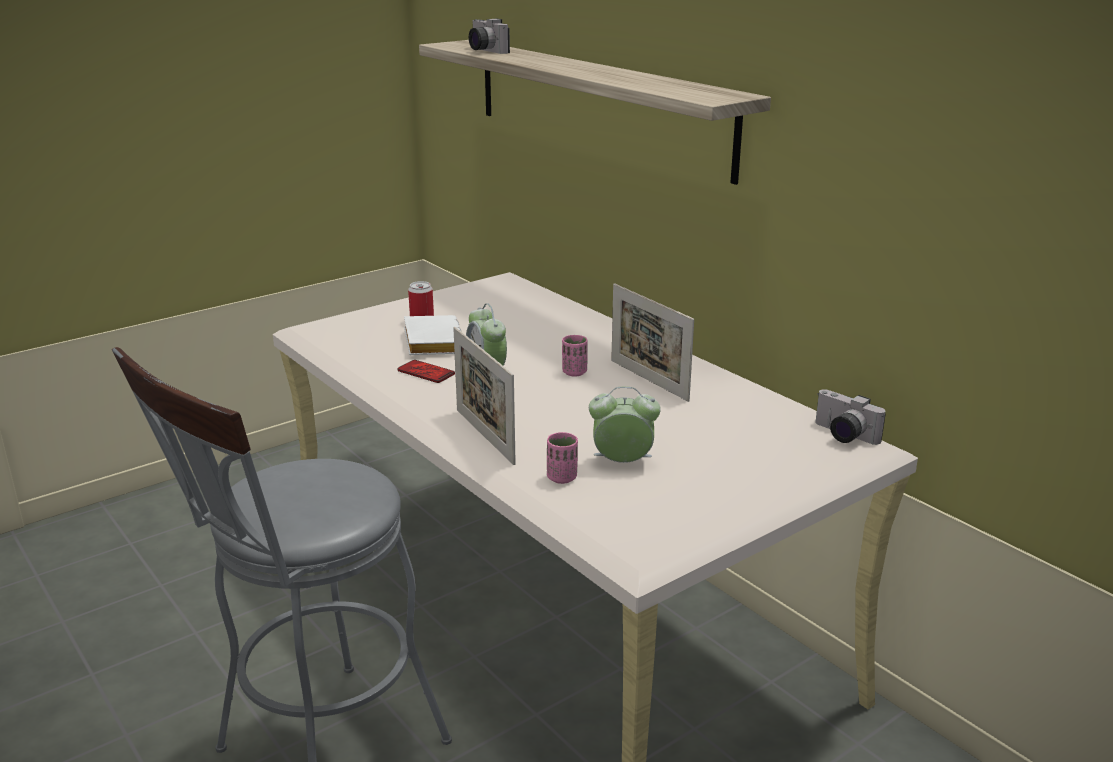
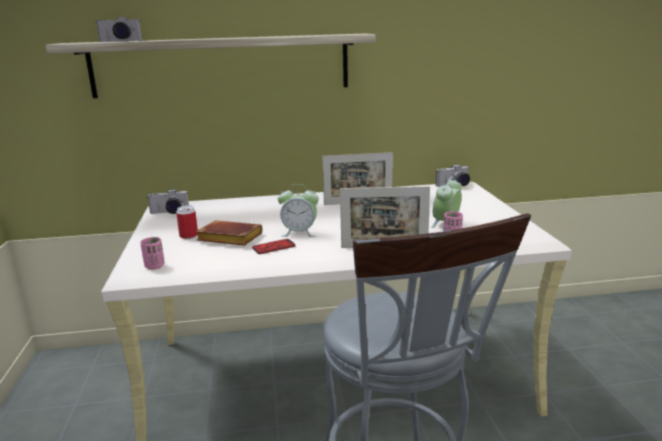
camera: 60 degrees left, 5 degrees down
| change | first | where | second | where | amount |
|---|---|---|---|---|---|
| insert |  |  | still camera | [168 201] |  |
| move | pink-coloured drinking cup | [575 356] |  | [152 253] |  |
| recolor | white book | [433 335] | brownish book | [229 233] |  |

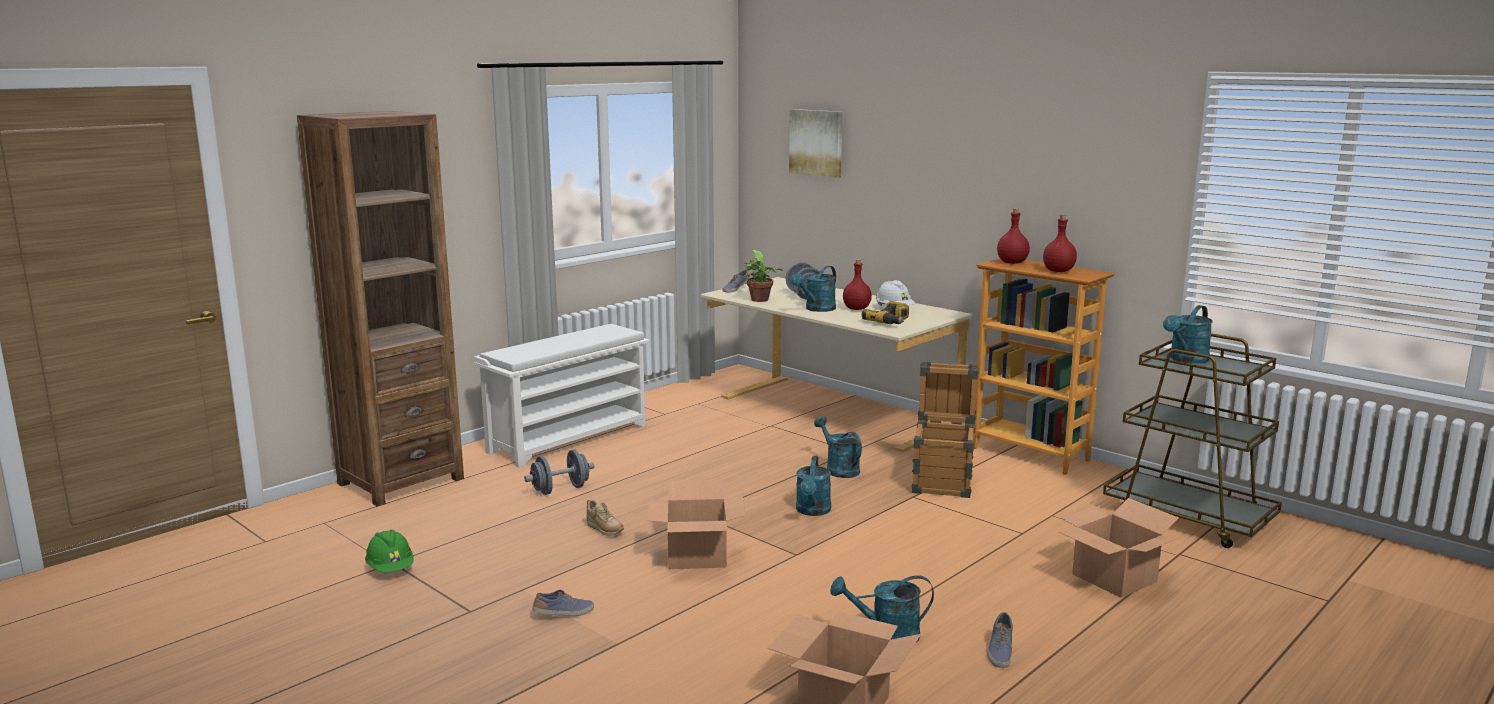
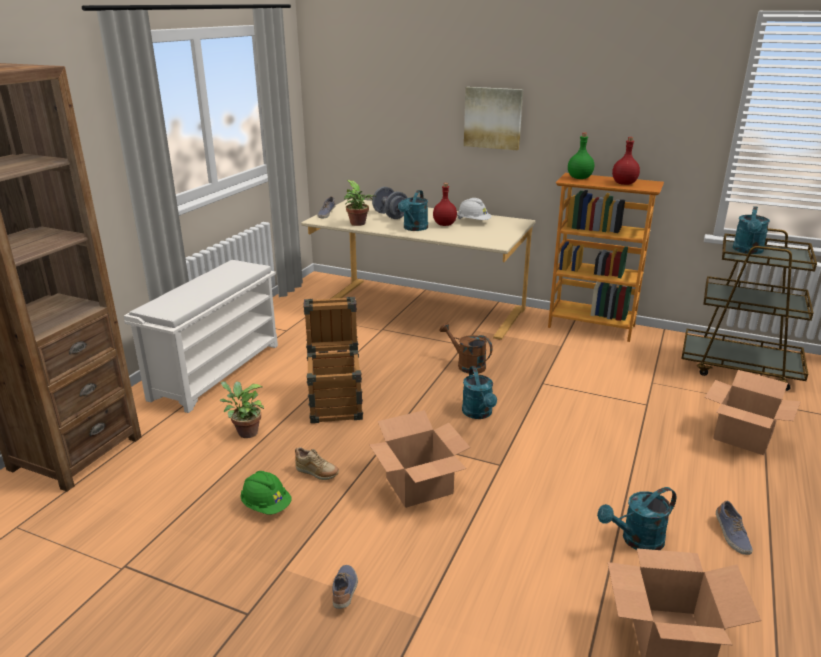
camera: 20 degrees left, 10 degrees up
| change | first | where | second | where | amount |
|---|---|---|---|---|---|
| delete | drill | [885 312] |  |  |  |
| move | green safety helmet | [389 550] |  | [266 492] |  |
| move | picture | [815 143] |  | [493 118] |  |
| move | packing crate | [945 430] |  | [333 360] |  |
| replace | greyish dumbbell | [559 472] | houseplant | [242 409] |  |
| recolor | turquoise-coloured watering can | [838 447] | brownish watering can | [466 348] |  |
| recolor | red bottle | [1013 236] | green bottle | [581 156] |  |
| rotate | low shoe | [563 603] |  | [345 587] | 45 degrees counterclockwise |

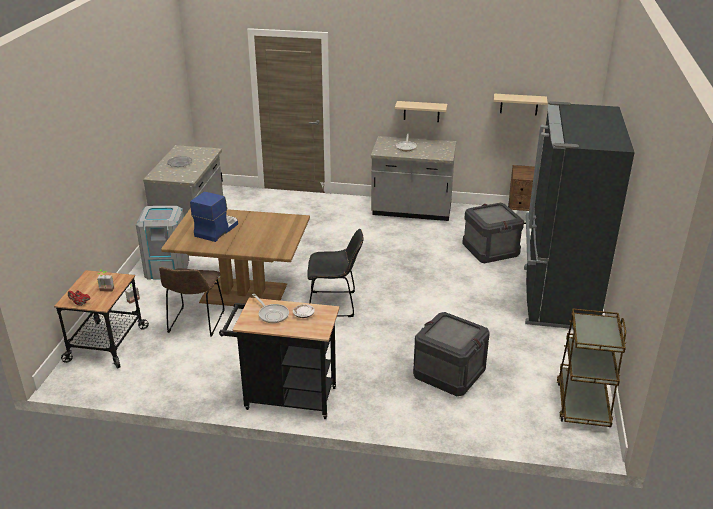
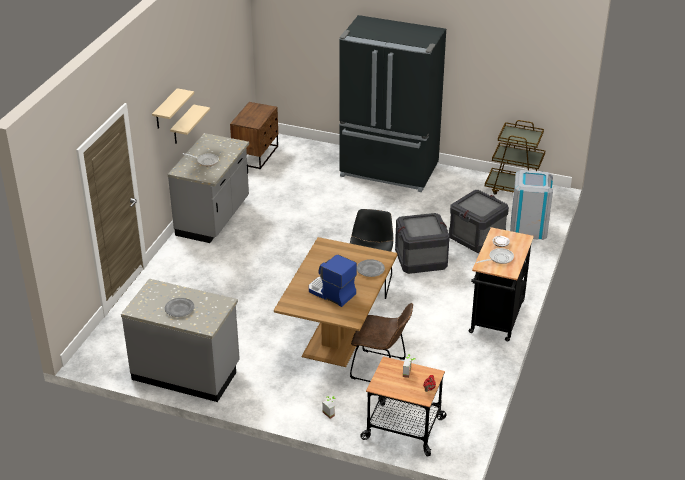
camera: 80 degrees left, 5 degrees up
| change | first | where | second | where | amount |
|---|---|---|---|---|---|
| insert |  |  | greyish flat dish | [371 268] |  |
| move | greyish trash can | [162 243] |  | [531 205] |  |
| move | packing crate | [493 233] |  | [422 243] |  |
| move | beige-coloured shelf | [521 104] |  | [173 108] |  |

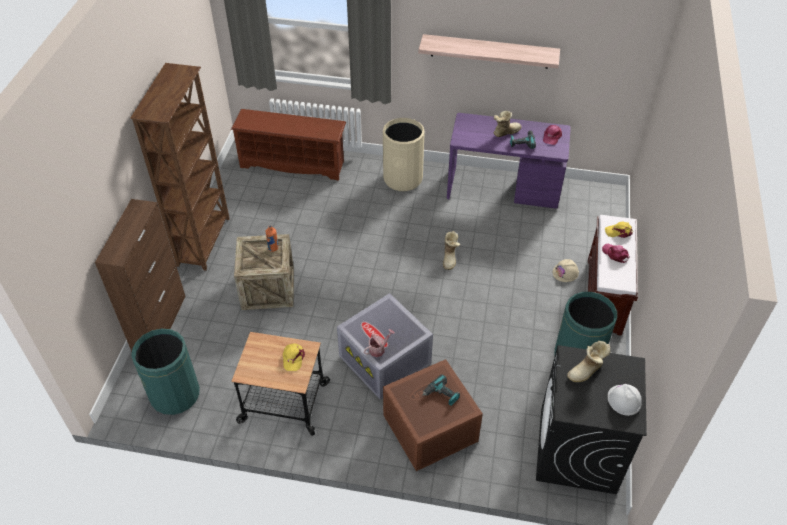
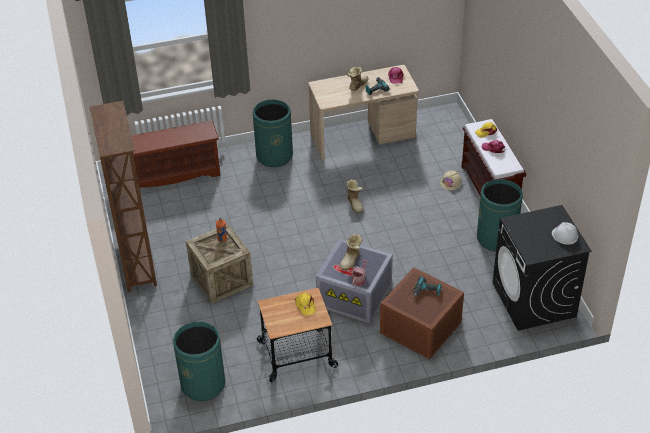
camera: 25 degrees left, 5 degrees down
| change | first | where | second | where | amount |
|---|---|---|---|---|---|
| delete | brownish cabinet | [140 275] |  |  |  |
| delete | shelf | [489 51] |  |  |  |
| move | high-top boot | [588 361] |  | [350 252] |  |
| recolor | beige-coloured trash can | [404 154] | green trash can | [273 133] |  |
| recolor | purplish desk | [509 161] | beige-coloured desk | [363 112] |  |

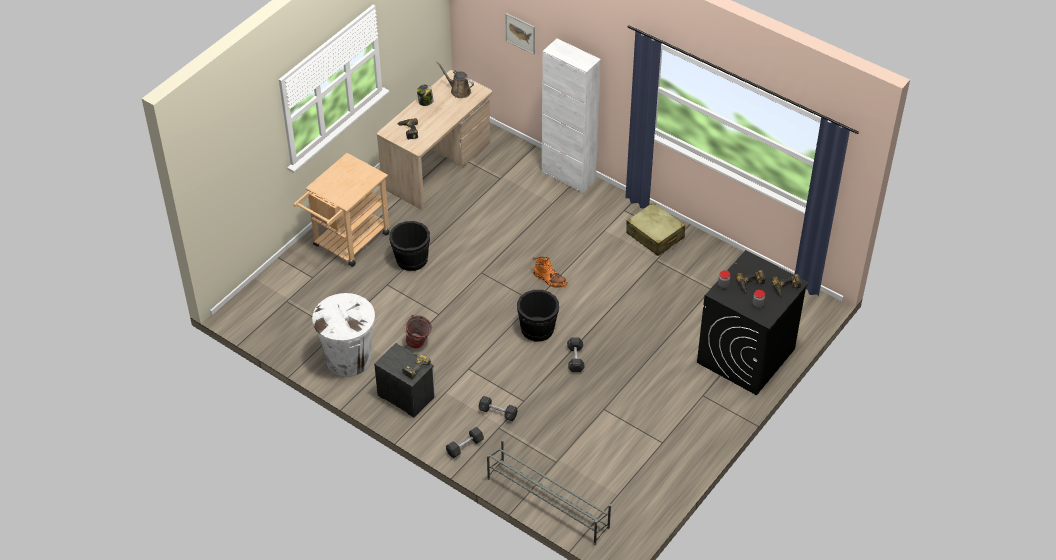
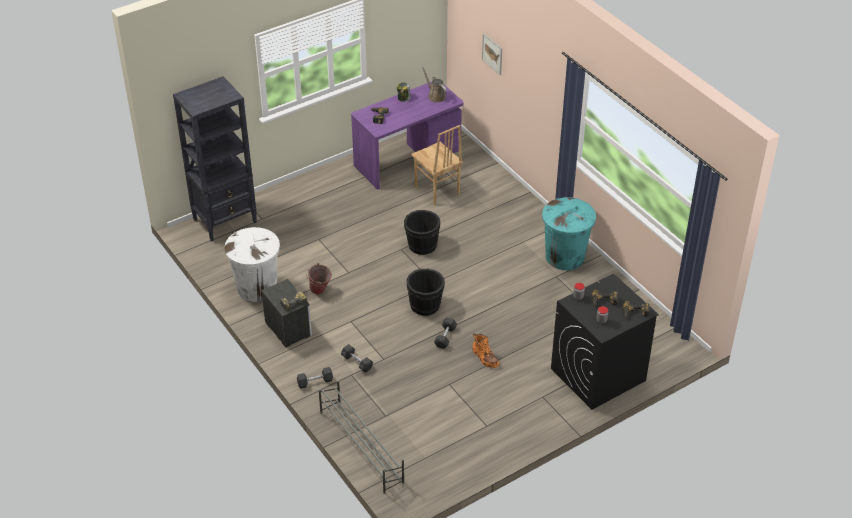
camera: 20 degrees right, 5 degrees down
| change | first | where | second | where | amount |
|---|---|---|---|---|---|
| delete | beige-coloured trolley | [342 210] |  |  |  |
| delete | white cabinet | [571 116] |  |  |  |
| insert |  |  | black bookcase | [215 158] |  |
| insert |  |  | brownish chair | [437 165] |  |
| move | black bucket | [409 246] |  | [422 232] |  |
| move | orange high-top boot | [549 272] |  | [485 350] |  |
| replace | beige-coloured travel case | [655 229] | turquoise-coloured trash can | [569 233] |  |
| recolor | beige-coloured desk | [434 140] | purplish desk | [407 136] |  |

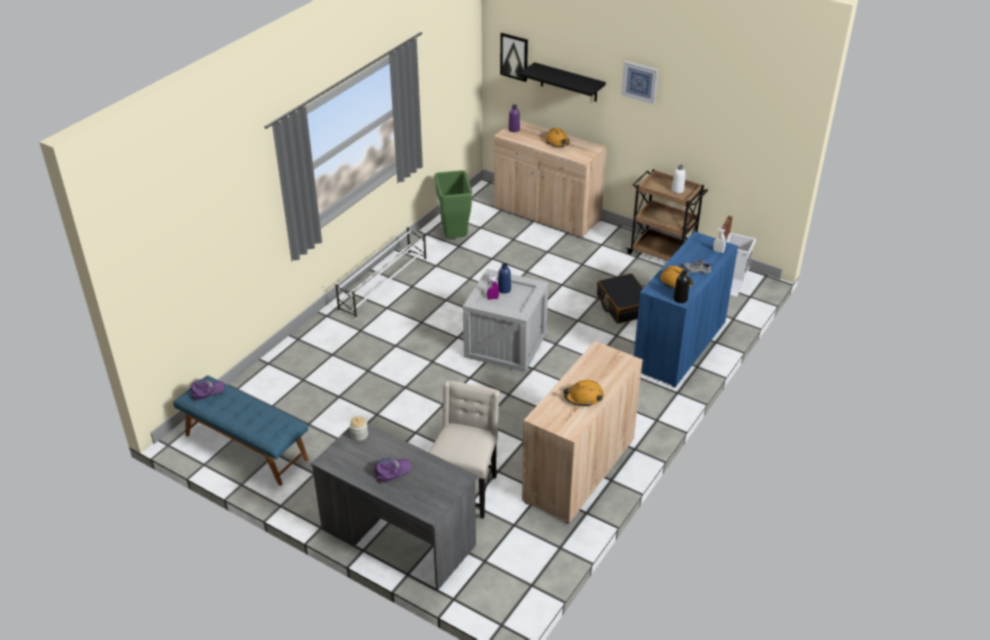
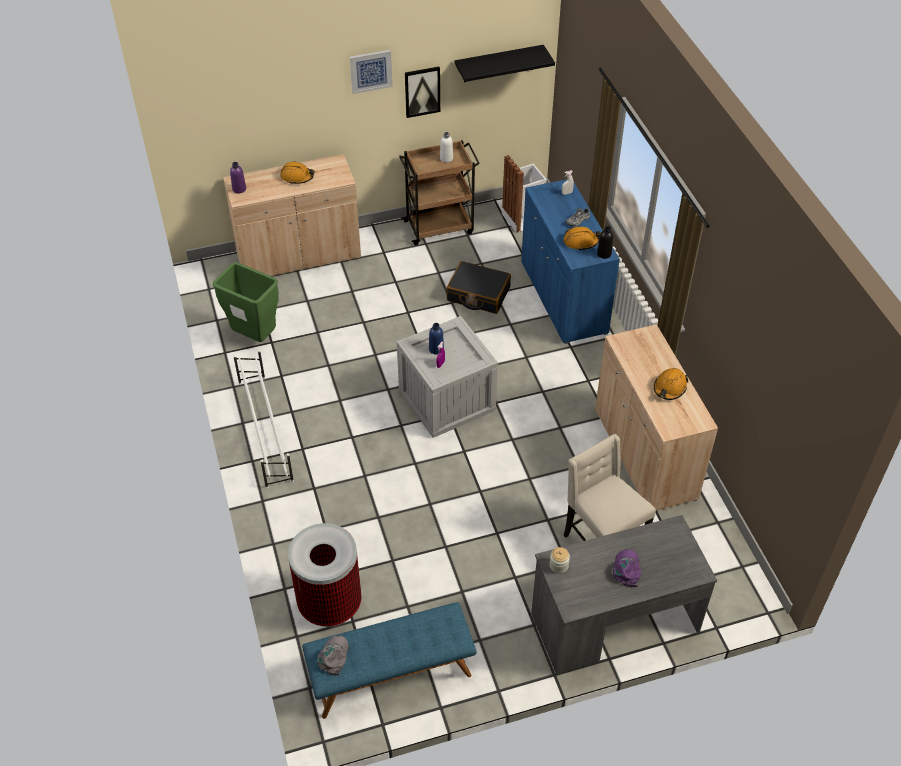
camera: 50 degrees left, 10 degrees up
| change | first | where | second | where | amount |
|---|---|---|---|---|---|
| insert |  |  | trash can | [325 575] |  |
| move | picture | [514 57] |  | [422 92] |  |
| move | black shelf | [562 82] |  | [505 63] |  |
| recolor | purplish cap | [207 390] | greyish cap | [333 655] |  |

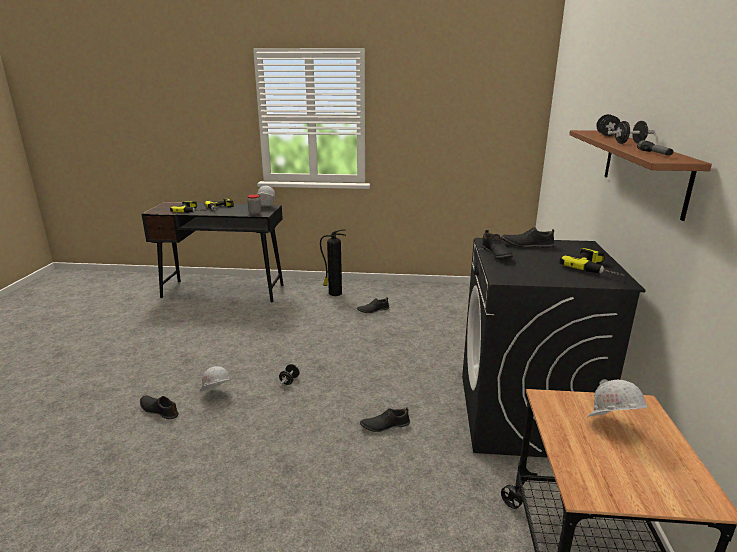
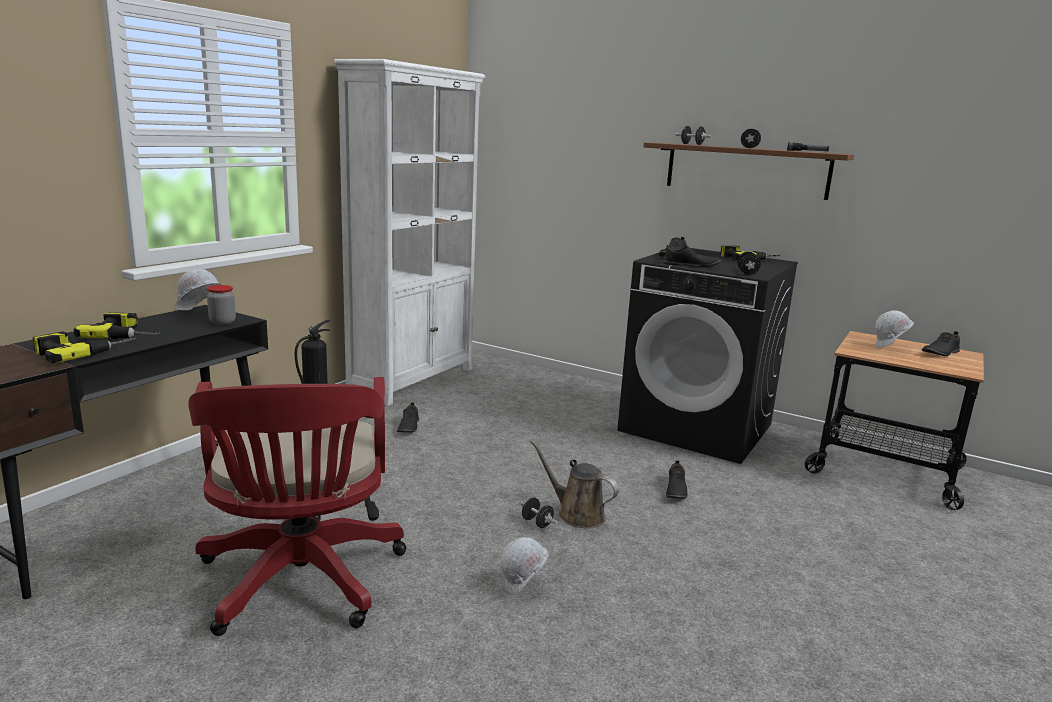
camera: 65 degrees left, 5 degrees down
| change | first | where | second | where | amount |
|---|---|---|---|---|---|
| insert |  |  | red desk chair | [297 506] |  |
| insert |  |  | white bookcase | [409 232] |  |
| insert |  |  | brownish watering can | [575 484] |  |
| insert |  |  | black dumbbell | [749 263] |  |
| move | black low shoe | [159 407] |  | [941 343] |  |

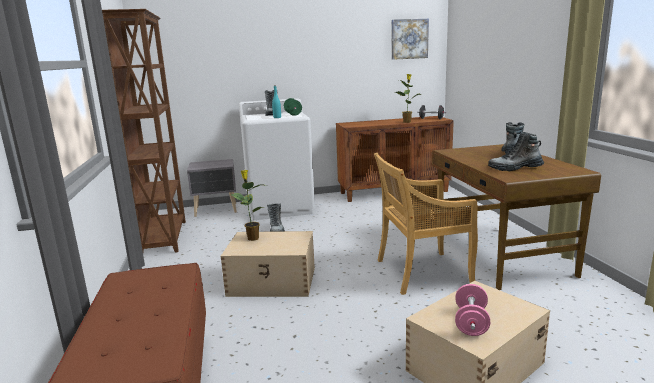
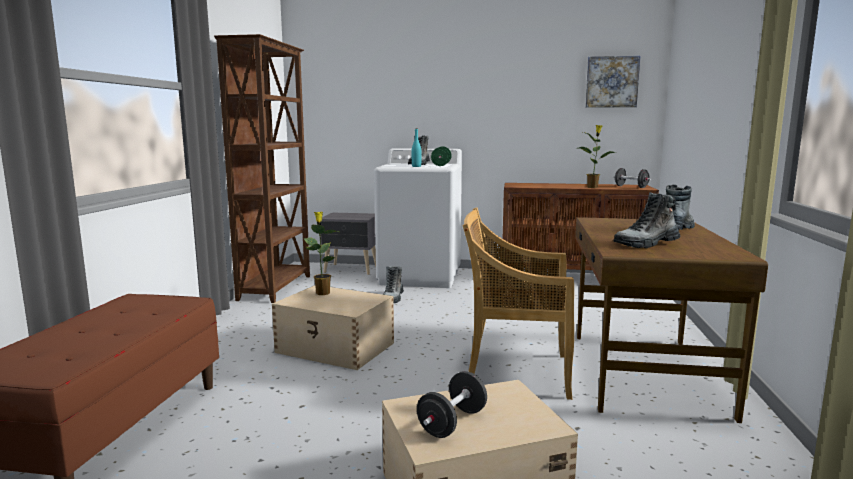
camera: 20 degrees right, 5 degrees down
| change | first | where | second | where | amount |
|---|---|---|---|---|---|
| recolor | pink-coloured dumbbell | [472 310] | black dumbbell | [452 404] |  |
| rotate | high-top boot | [516 151] |  | [646 220] | 45 degrees counterclockwise |

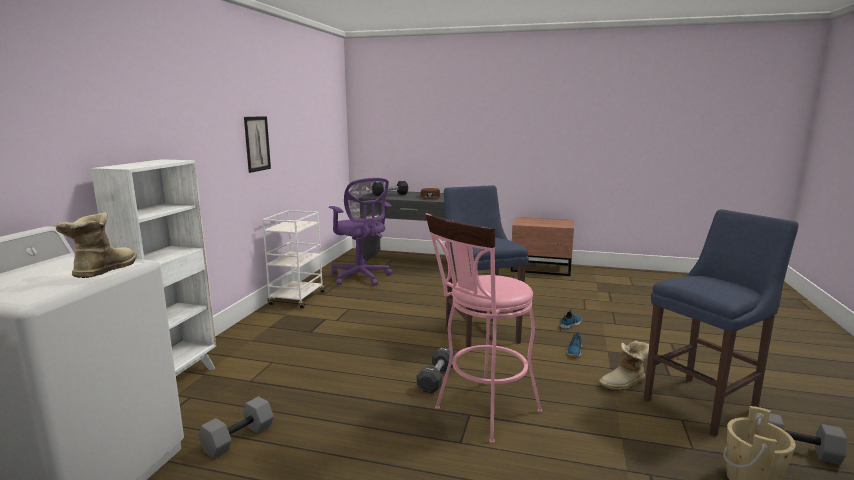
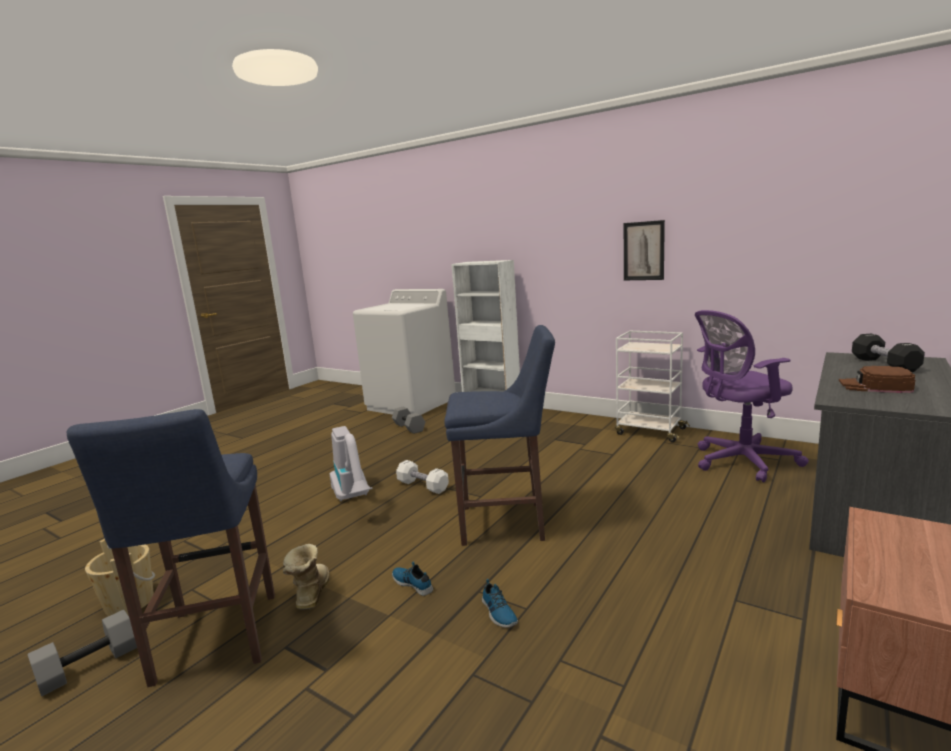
camera: 110 degrees right, 0 degrees up
| change | first | where | second | where | amount |
|---|---|---|---|---|---|
| delete | high-top boot | [96 245] |  |  |  |
| replace | pink-coloured stool | [483 328] | vacuum cleaner | [351 464] |  |
| recolor | black dumbbell | [436 369] | white dumbbell | [422 477] |  |

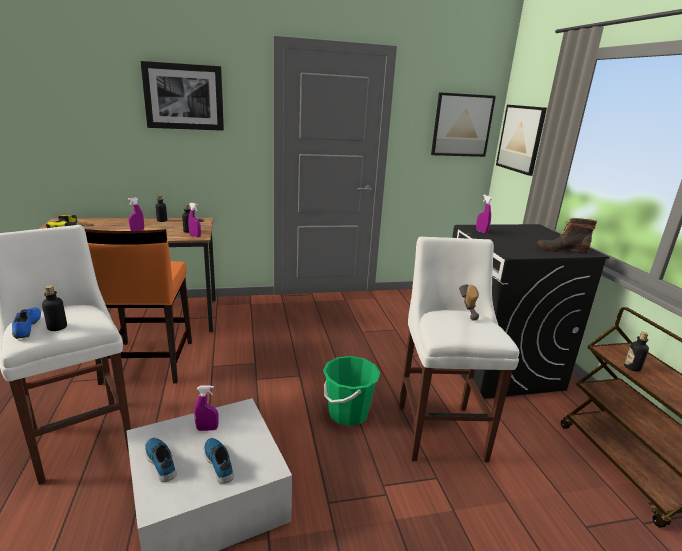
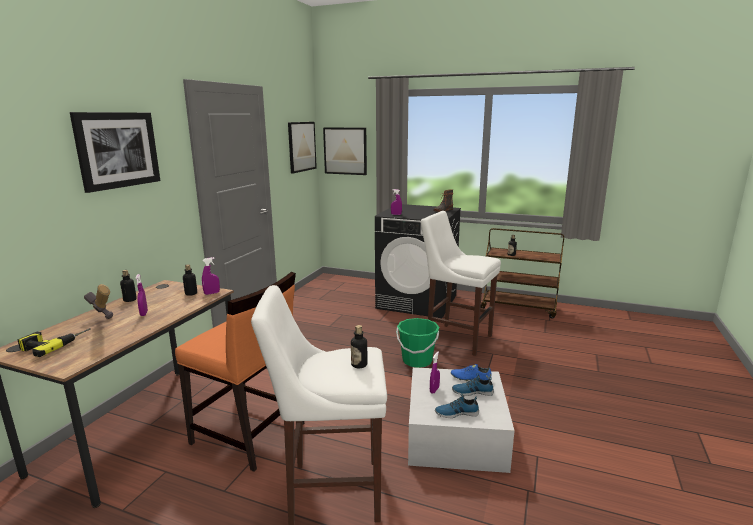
camera: 55 degrees left, 5 degrees down
| change | first | where | second | where | amount |
|---|---|---|---|---|---|
| move | bluish low shoe | [26 323] |  | [471 372] |  |
| move | hammer | [469 302] |  | [98 301] |  |

